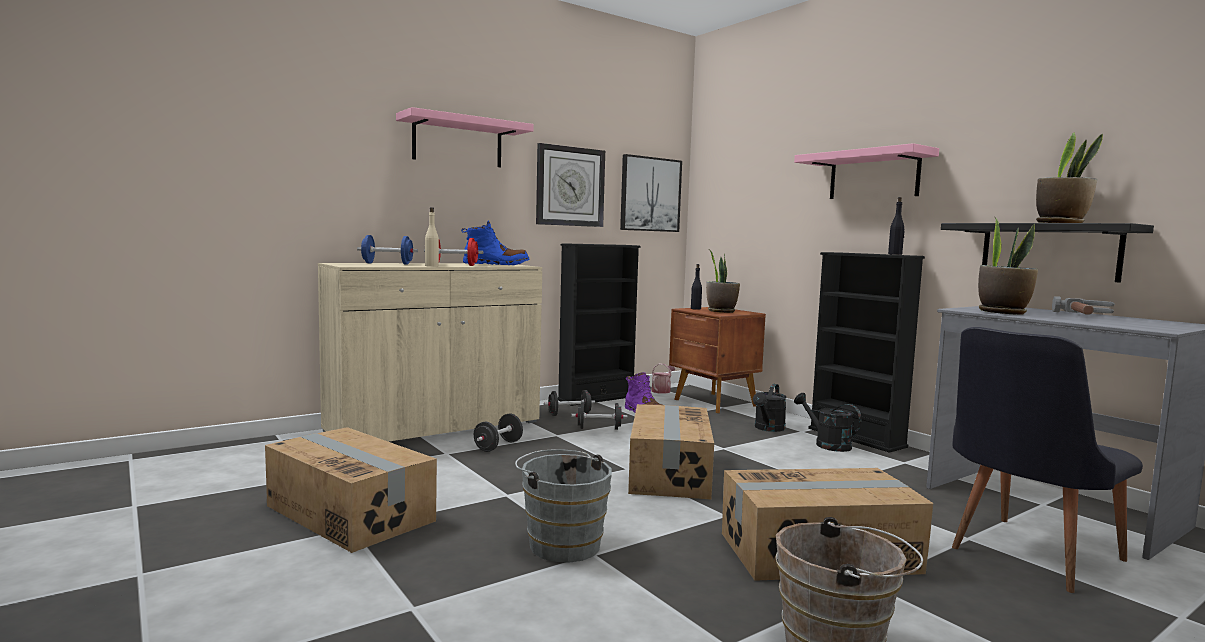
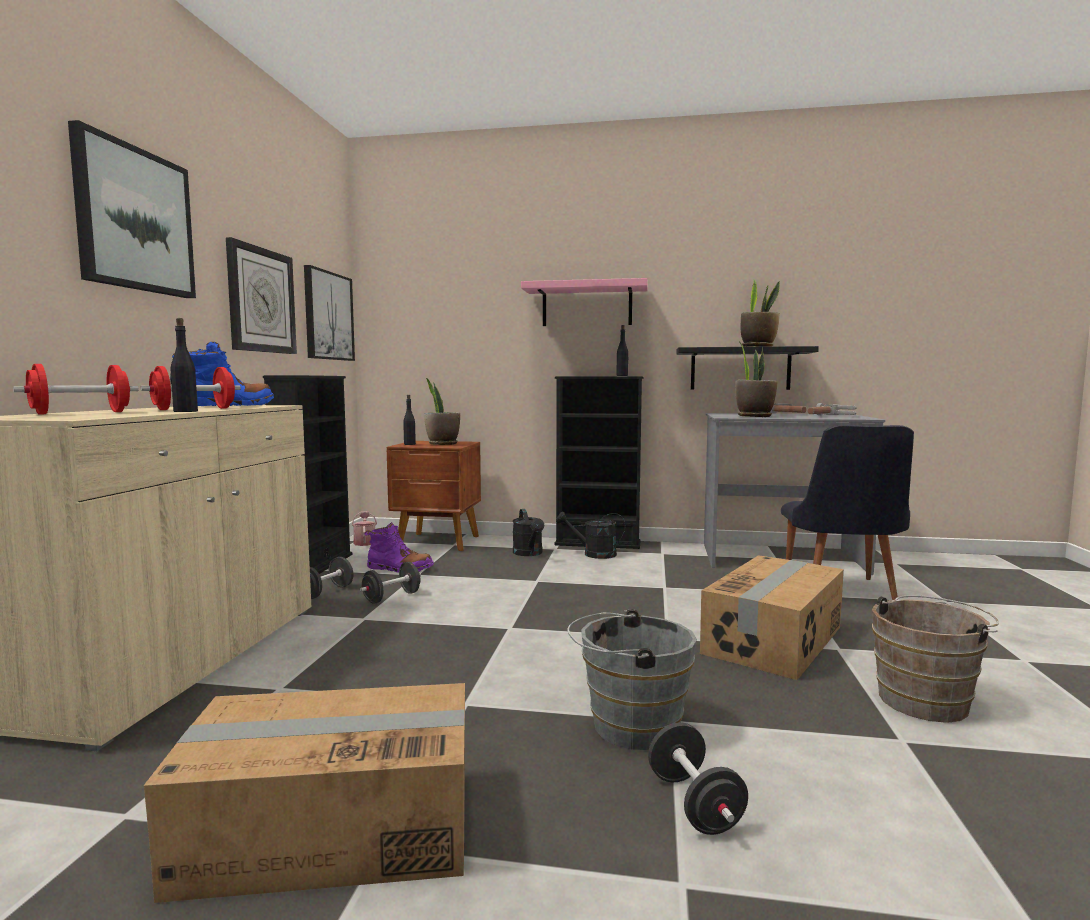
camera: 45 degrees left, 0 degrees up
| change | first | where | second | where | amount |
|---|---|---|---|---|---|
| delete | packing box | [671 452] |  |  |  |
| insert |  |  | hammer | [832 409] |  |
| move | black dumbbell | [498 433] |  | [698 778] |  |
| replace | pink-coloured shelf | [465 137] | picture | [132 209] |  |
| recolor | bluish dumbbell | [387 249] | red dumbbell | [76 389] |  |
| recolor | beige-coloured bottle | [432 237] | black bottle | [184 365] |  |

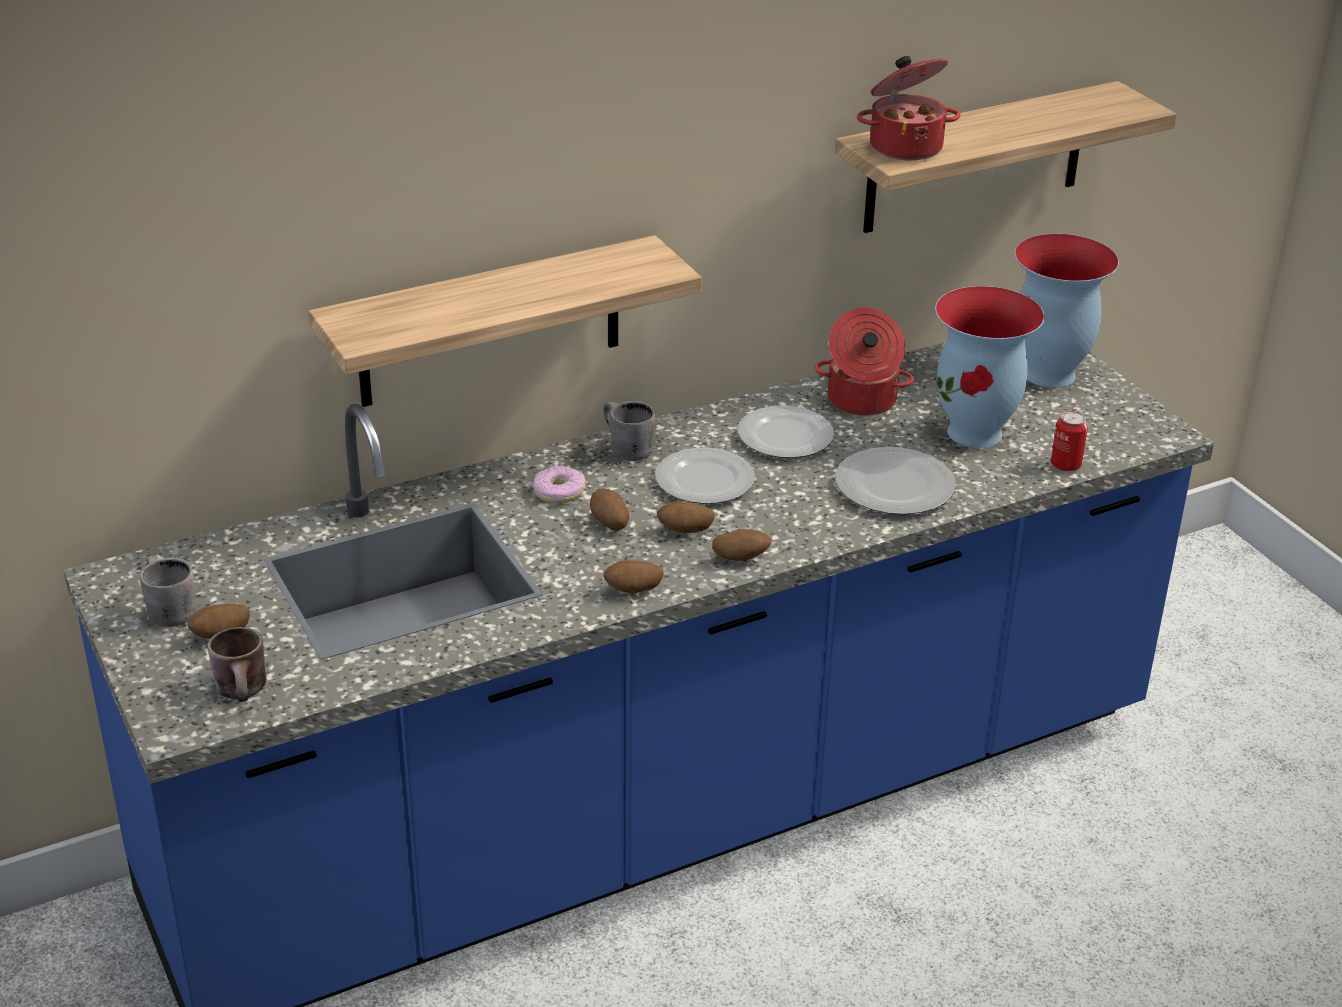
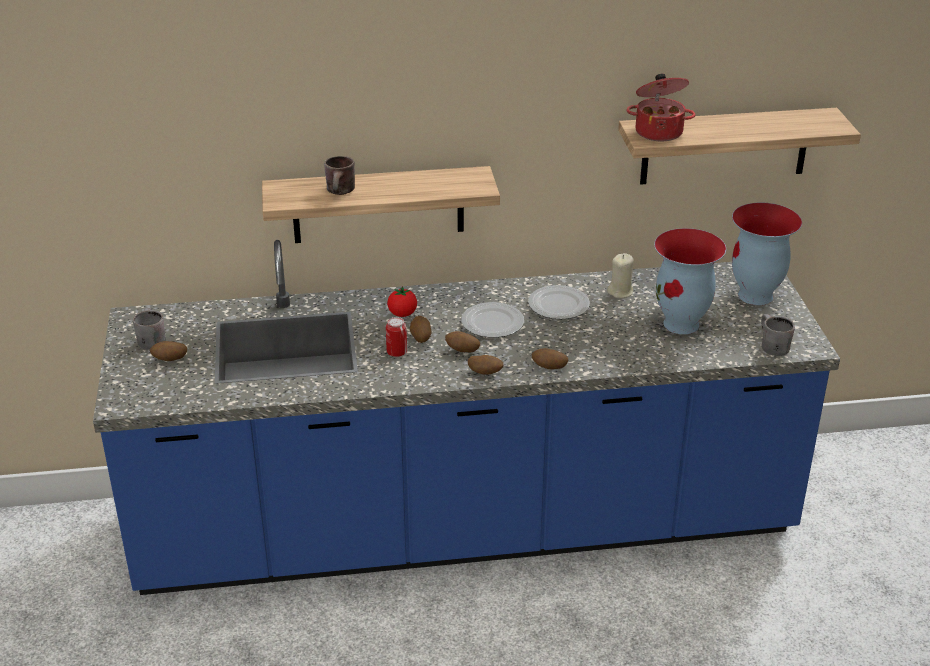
camera: 20 degrees right, 0 degrees up
| change | first | where | second | where | amount |
|---|---|---|---|---|---|
| delete | flat dish | [896 481] |  |  |  |
| move | brownish coffee mug | [237 664] |  | [339 175] |  |
| move | greyish coffee mug | [629 431] |  | [778 335] |  |
| move | potato | [634 576] |  | [550 358] |  |
| move | can | [1069 441] |  | [396 337] |  |
| replace | ring doughnut | [559 484] | whole tomato | [402 301] |  |
| replace | cooking pot | [864 362] | beige-coloured candle | [620 275] |  |

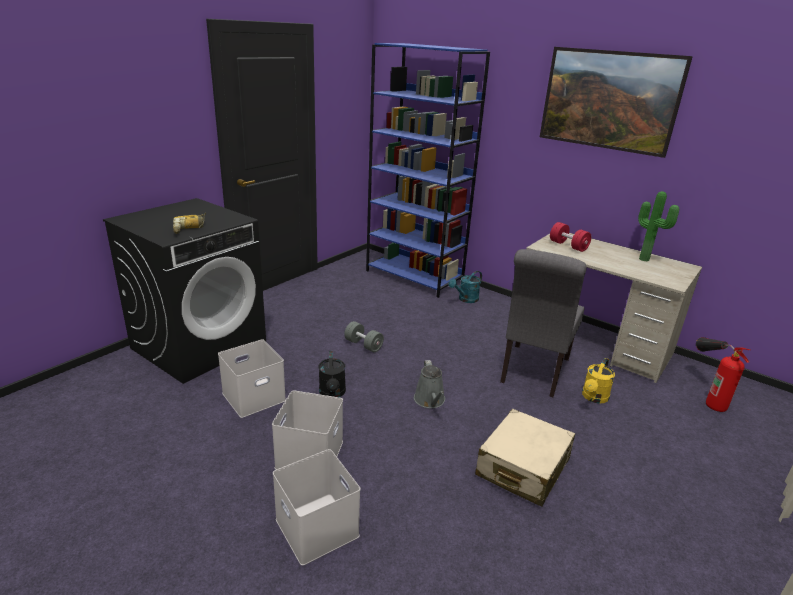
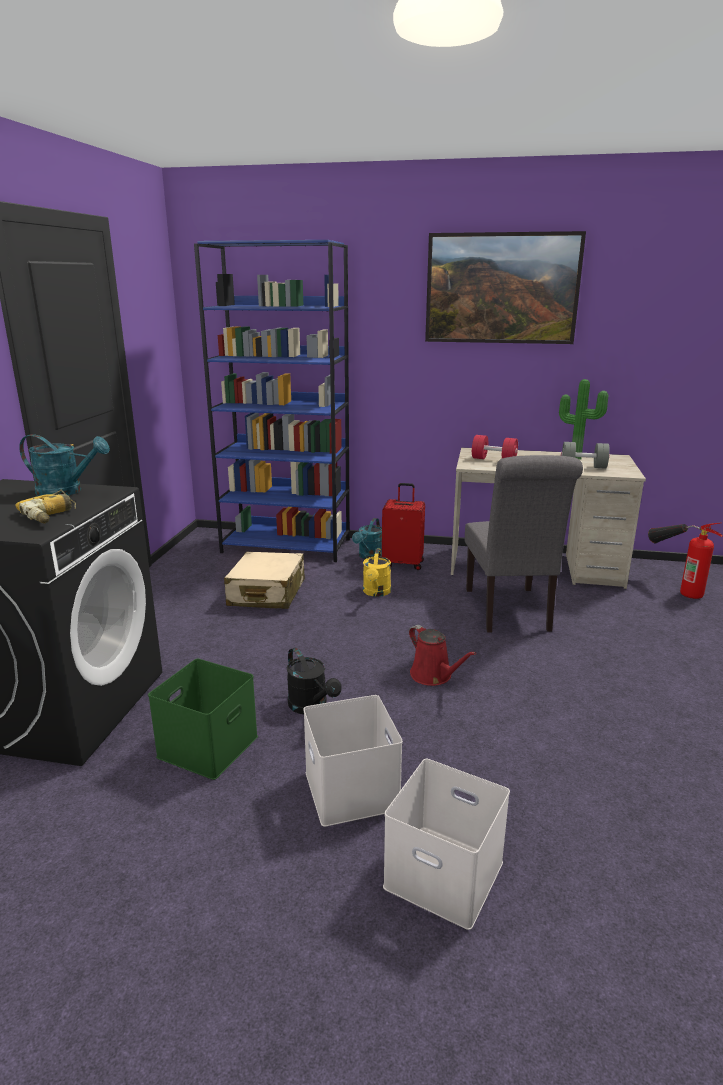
camera: 25 degrees left, 5 degrees down
| change | first | where | second | where | amount |
|---|---|---|---|---|---|
| insert |  |  | turquoise-coloured watering can | [64 465] |  |
| insert |  |  | red travel case | [403 526] |  |
| move | greyish dumbbell | [364 336] |  | [585 455] |  |
| move | beige-coloured travel case | [525 458] |  | [264 580] |  |
| move | yellow watering can | [598 381] |  | [377 572] |  |
| recolor | white storage box | [252 378] | green storage box | [203 719] |  |
| recolor | greyish watering can | [429 384] | red watering can | [442 655] |  |

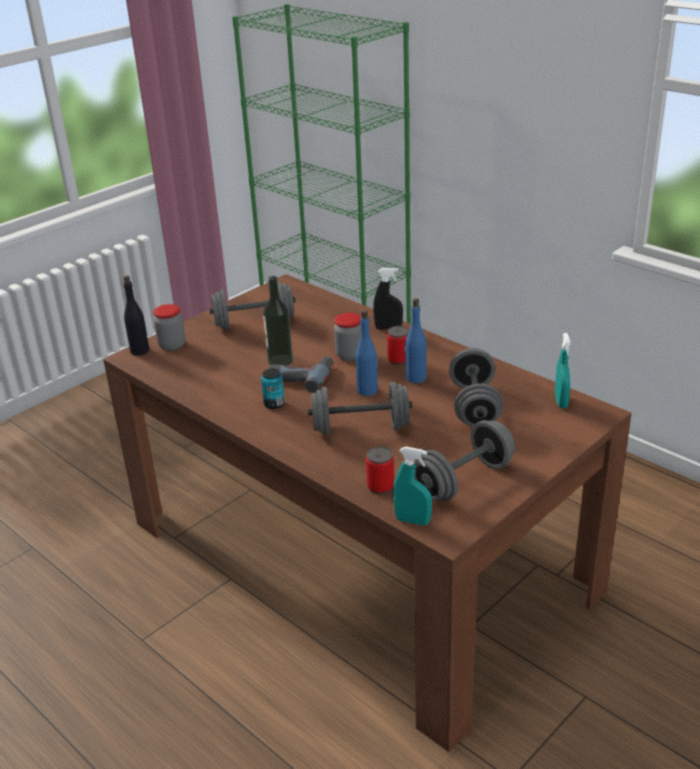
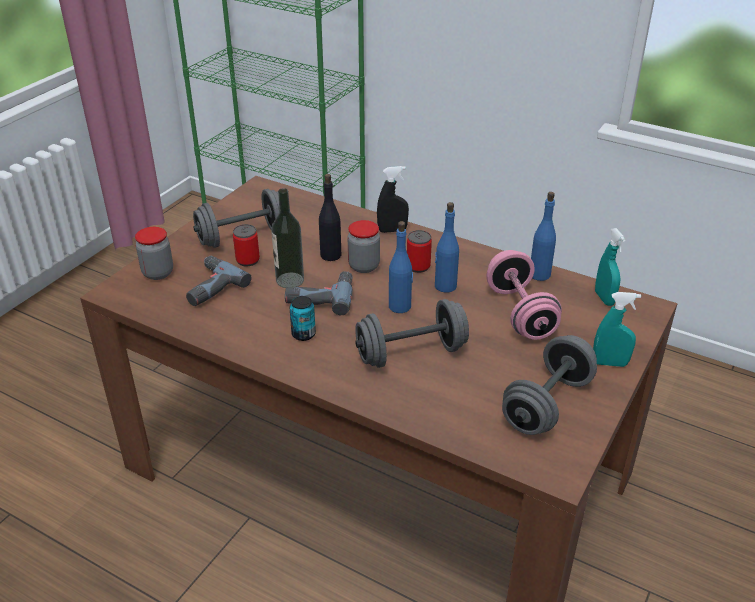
camera: 15 degrees left, 5 degrees up
| change | first | where | second | where | amount |
|---|---|---|---|---|---|
| insert |  |  | drill | [219 281] |  |
| insert |  |  | bluish bottle | [543 236] |  |
| move | black bottle | [136 315] |  | [330 217] |  |
| move | can | [380 470] |  | [246 245] |  |
| move | turquoise-coloured hand sprayer | [412 486] |  | [617 329] |  |
| recolor | greyish dumbbell | [476 387] | pink-coloured dumbbell | [524 295] |  |

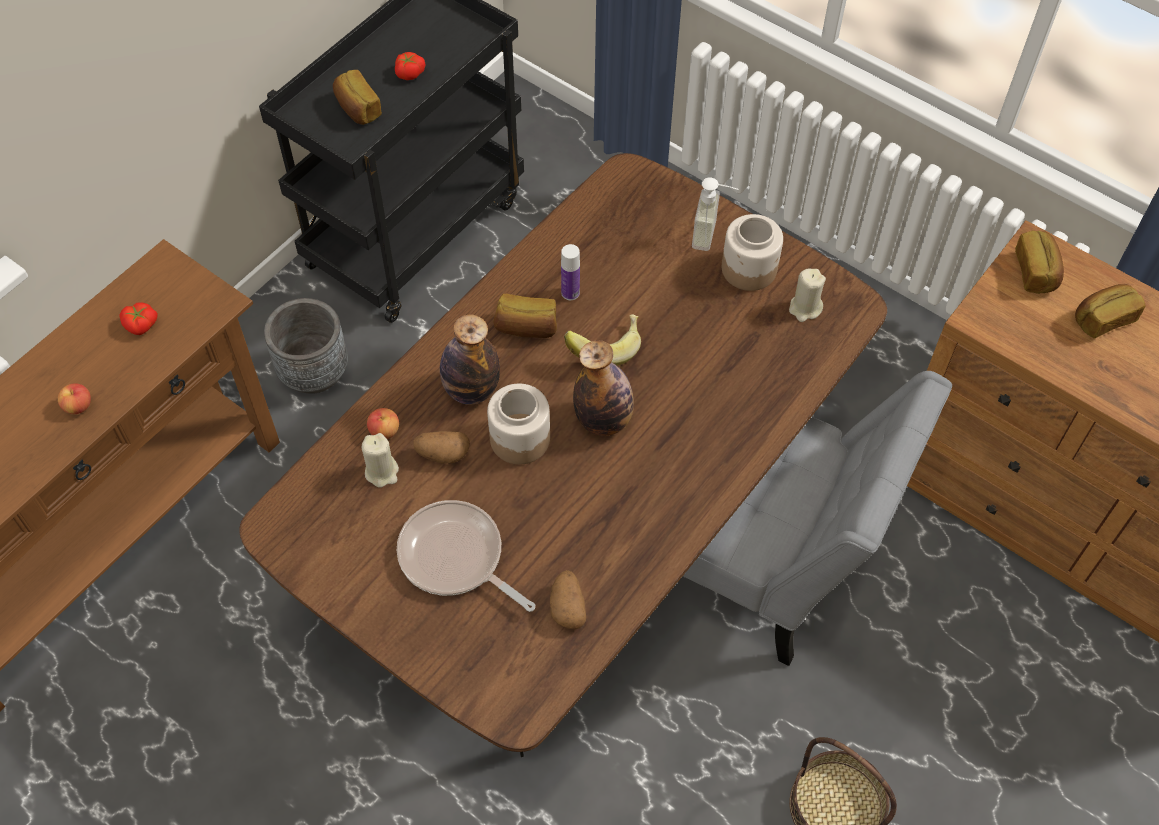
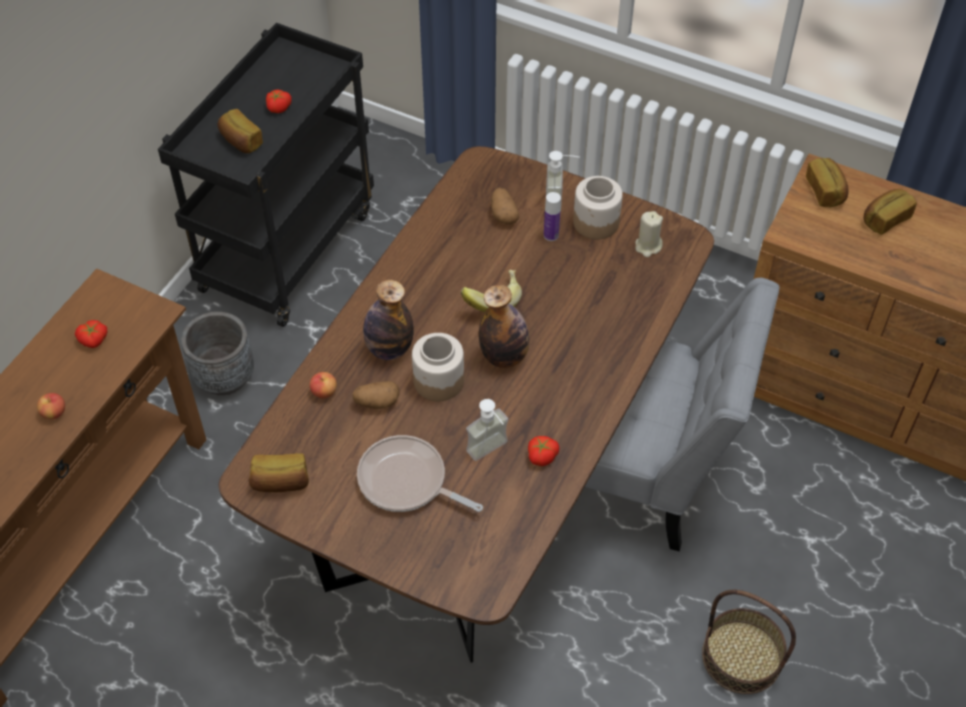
camera: 10 degrees left, 5 degrees down
| change | first | where | second | where | amount |
|---|---|---|---|---|---|
| delete | beige-coloured candle | [380 460] |  |  |  |
| insert |  |  | liquid soap bottle | [487 430] |  |
| insert |  |  | whole tomato | [543 451] |  |
| move | bread | [525 316] |  | [279 473] |  |
| move | potato | [568 600] |  | [505 206] |  |
| move | bottle | [570 272] |  | [552 216] |  |

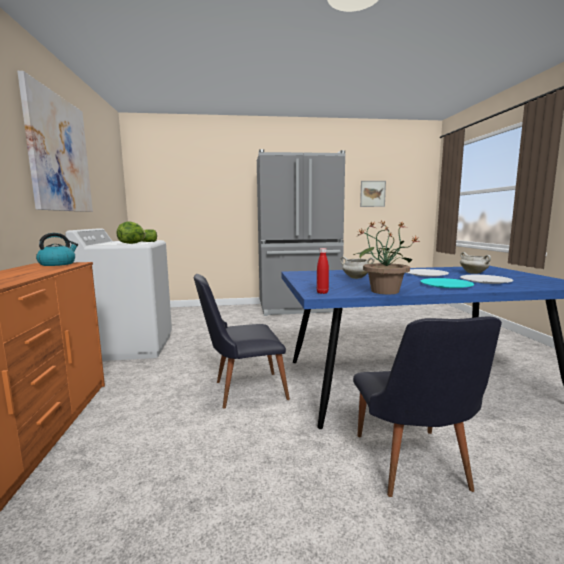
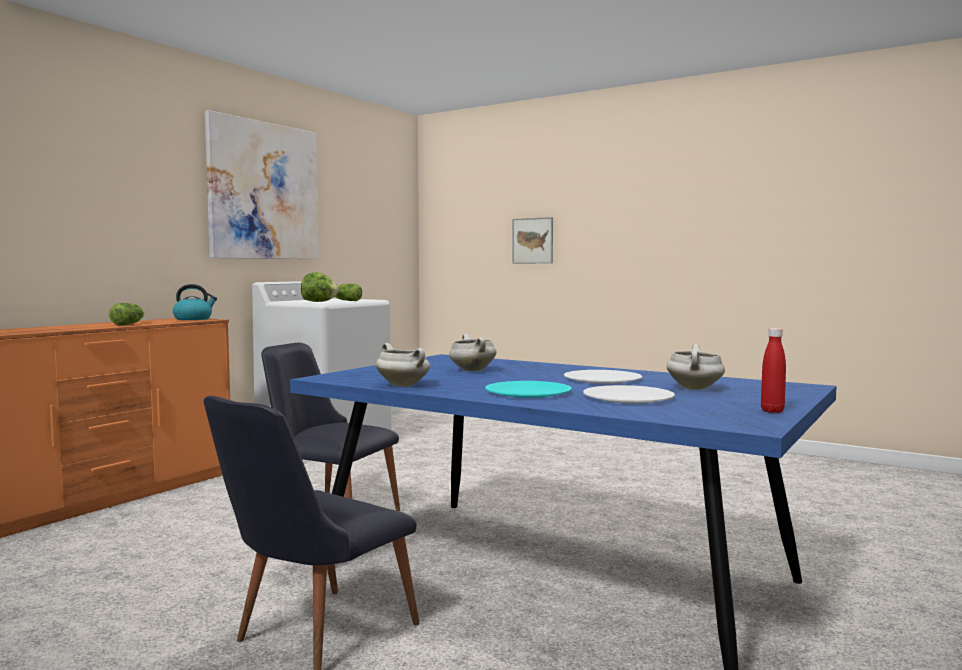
camera: 40 degrees right, 5 degrees down
| change | first | where | second | where | amount |
|---|---|---|---|---|---|
| delete | greyish refrigerator | [301 232] |  |  |  |
| insert |  |  | lettuce head | [126 314] |  |
| move | red bottle | [323 271] |  | [773 370] |  |
| move | picture | [373 194] |  | [532 240] |  |
| replace | houseplant | [387 257] | white cooking pot | [403 365] |  |

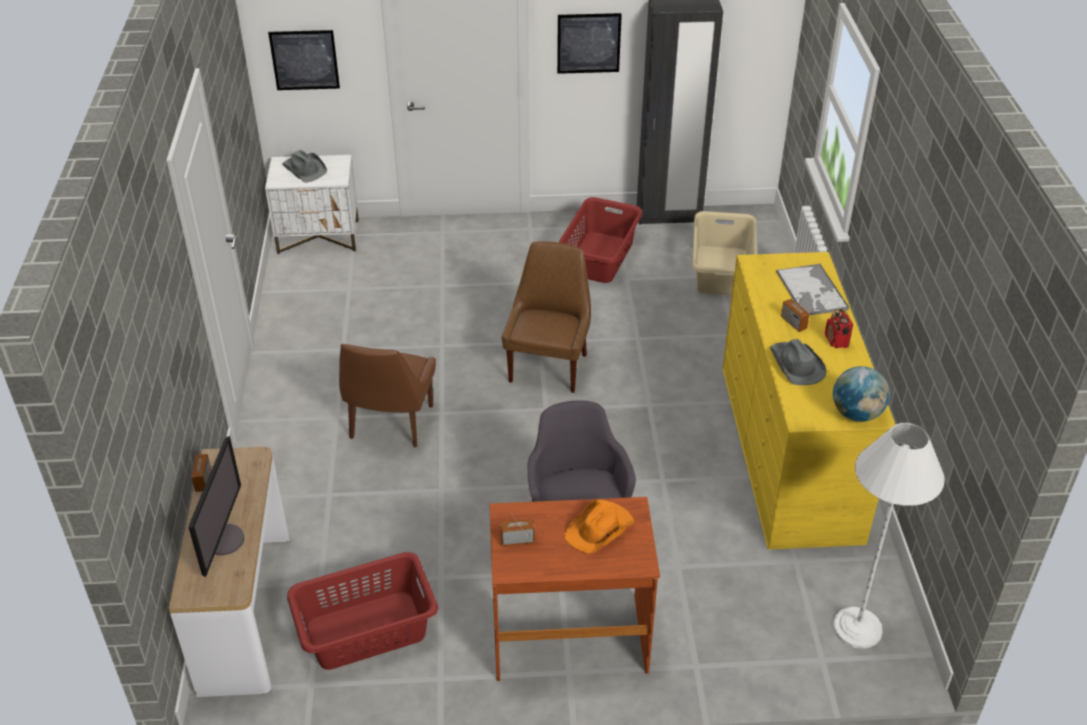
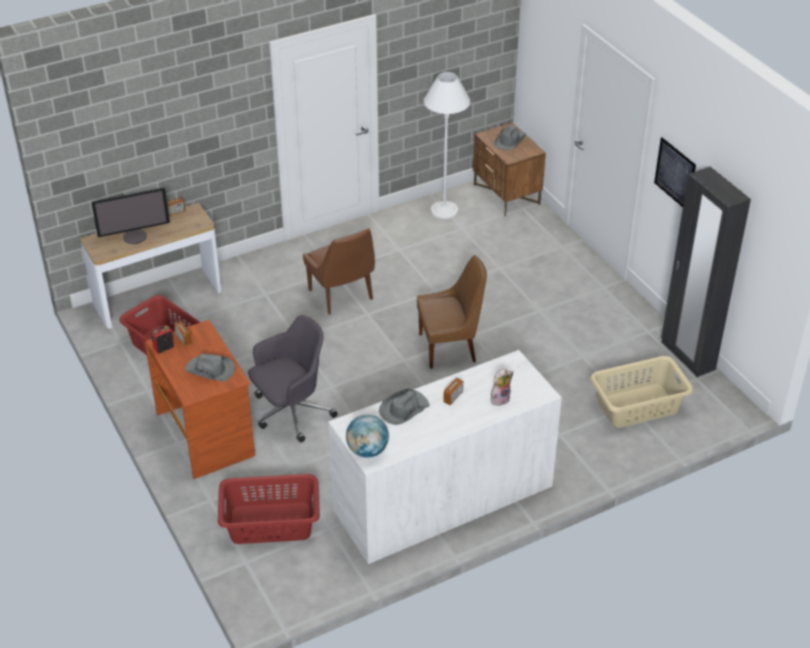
camera: 65 degrees right, 0 degrees up
| change | first | where | second | where | amount |
|---|---|---|---|---|---|
| delete | picture | [304 60] |  |  |  |
| move | red laundry basket | [601 240] |  | [269 509] |  |
| move | radio set | [839 328] |  | [162 340] |  |
| move | white standing lamp | [889 536] |  | [447 145] |  |
| replace | tray | [812 289] | plush toy | [502 387] |  |
| recolor | white bedside table | [312 204] | brownish bedside table | [509 169] |  |
| recolor | orange clothing hat | [599 526] | greyish clothing hat | [210 368] |  |
| recolor | yellow drawer chest | [809 401] | white drawer chest | [445 457] |  |
| rotate | brownish chair | [387 395] |  | [339 271] | 105 degrees counterclockwise |

